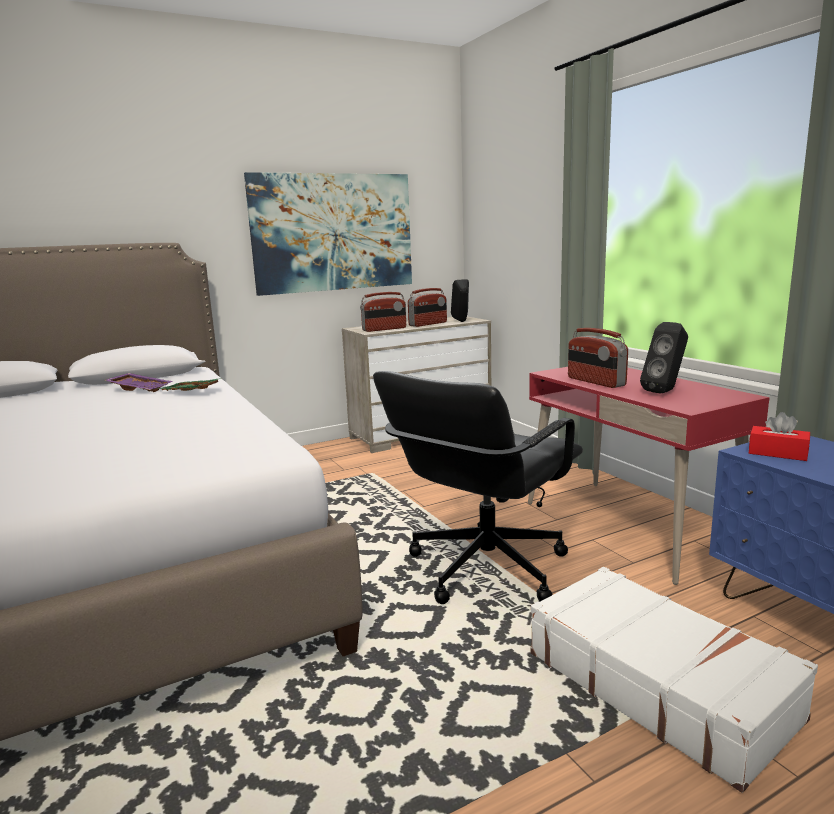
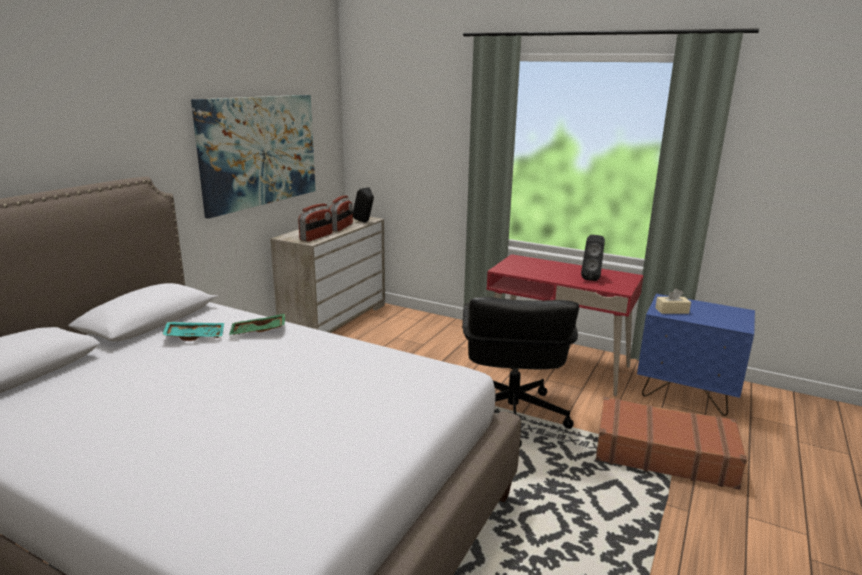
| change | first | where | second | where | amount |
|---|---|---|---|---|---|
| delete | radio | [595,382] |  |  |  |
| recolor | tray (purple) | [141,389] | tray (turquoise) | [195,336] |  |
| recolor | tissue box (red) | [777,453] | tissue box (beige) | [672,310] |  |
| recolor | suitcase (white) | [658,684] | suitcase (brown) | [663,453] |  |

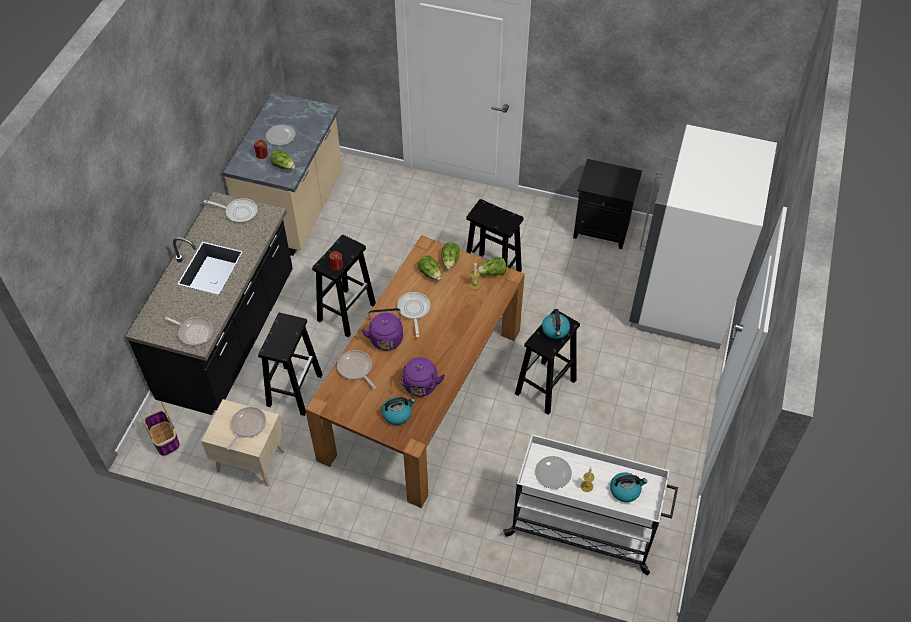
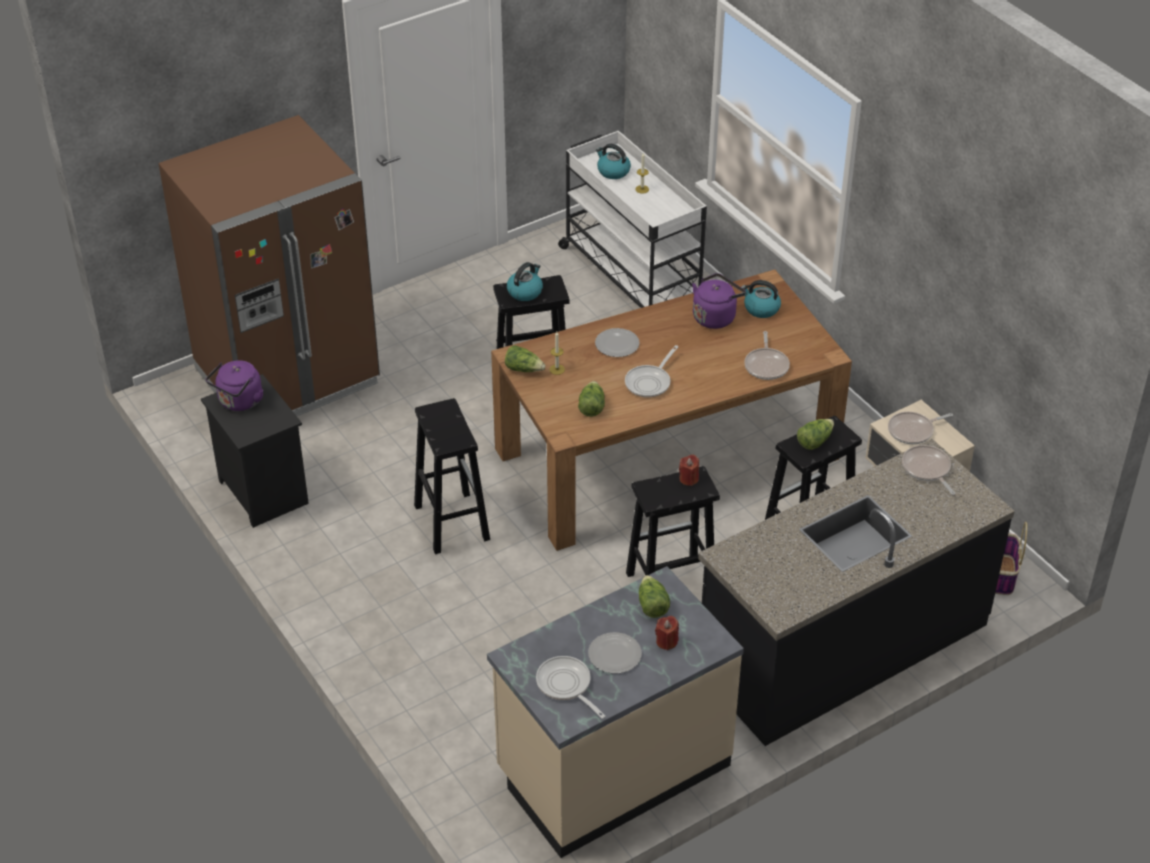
| change | first | where | second | where | amount |
|---|---|---|---|---|---|
| recolor | fridge (white) | [681,298] | fridge (brown) | [287,377] |  |
| move | frying pan | [239,212] |  | [566,686] |  |
| move | lettuce | [450,261] |  | [814,441] |  |
| move | kettle (purple) | [386,337] |  | [239,402] |  |
| move | plate | [553,473] |  | [616,344] |  |

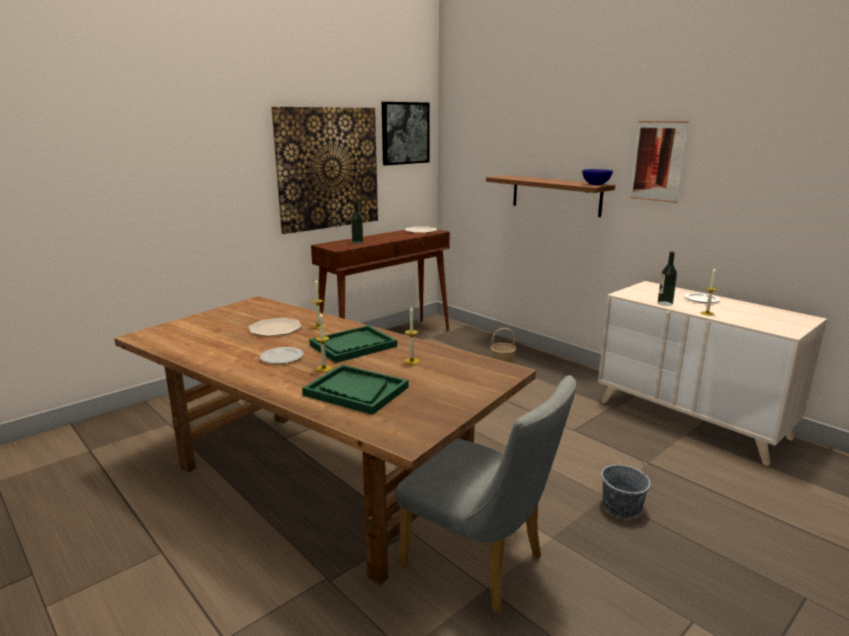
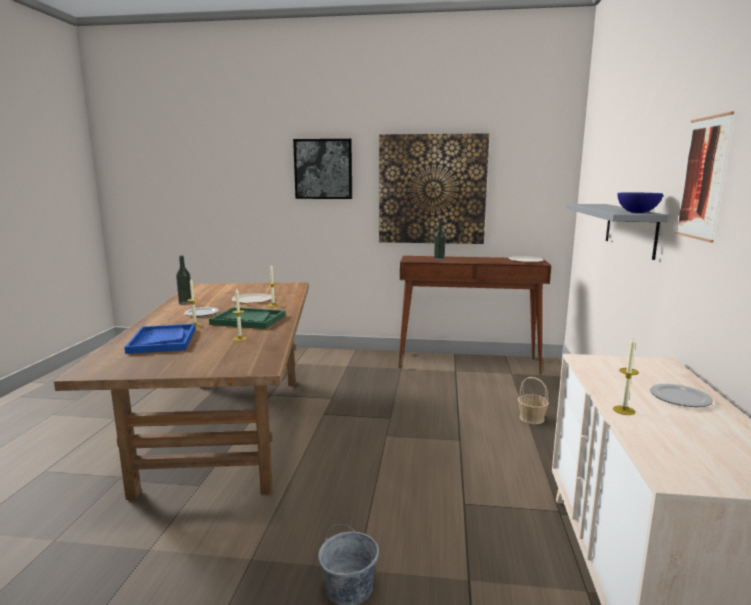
| change | first | where | second | where | amount |
|---|---|---|---|---|---|
| move | picture | [405,133] |  | [323,169] |  |
| recolor | shelf (brown) | [555,195] | shelf (grey) | [630,229] |  |
| move | bottle | [665,303] |  | [185,303] |  |
| recolor | tray (green) | [355,391] | tray (blue) | [162,340] |  |
| delete | chair (grey) | [482,565] |  |  |  |

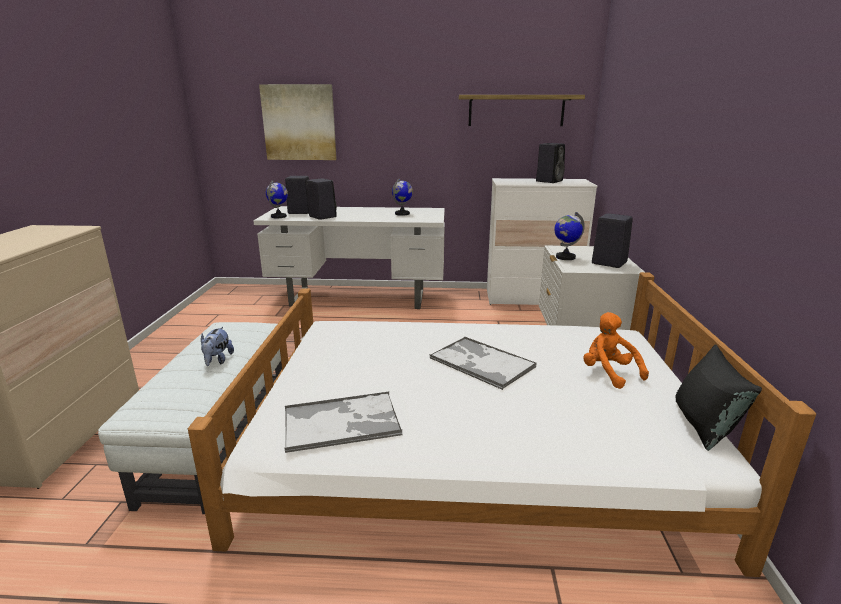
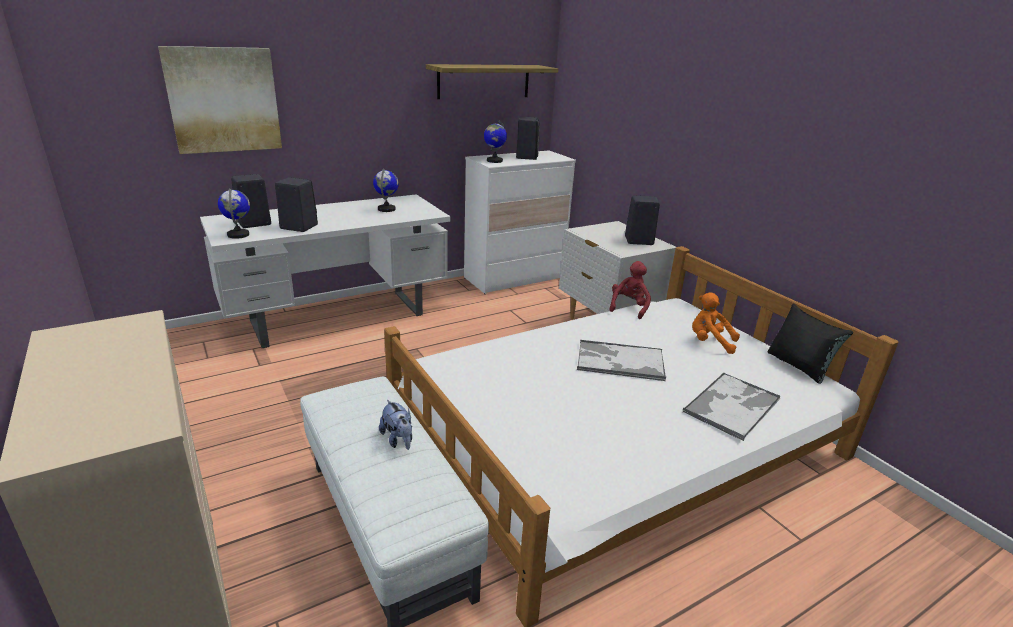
| change | first | where | second | where | amount |
|---|---|---|---|---|---|
| move | globe | [565,257] |  | [494,161] |  |
| move | tray | [342,422] |  | [732,405] |  |
| insert |  |  | plush toy (red) | [629,307] |  |

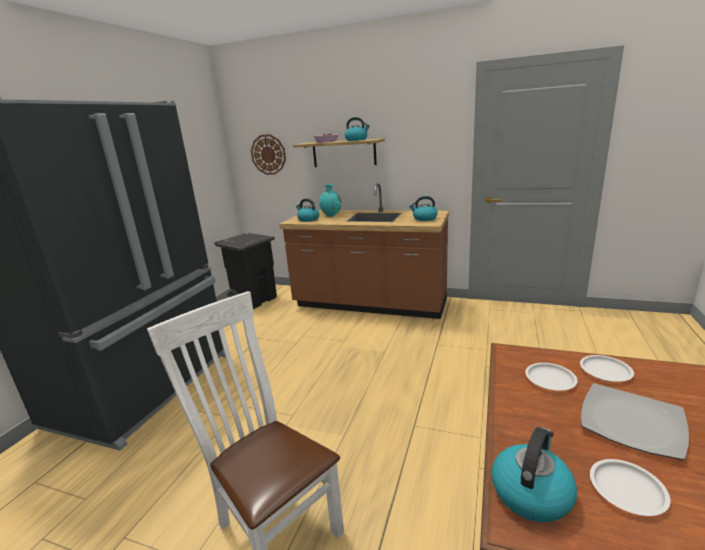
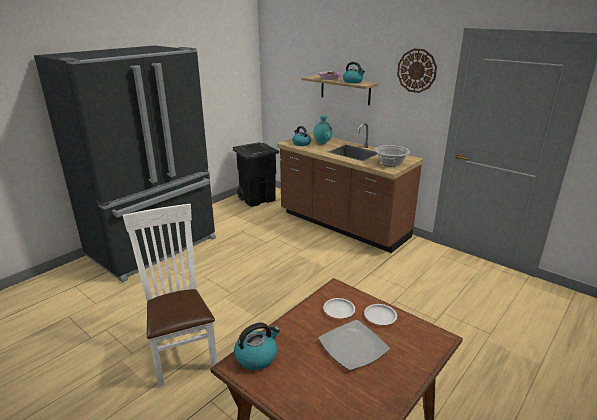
| change | first | where | second | where | amount |
|---|---|---|---|---|---|
| move | wall clock | [268,154] |  | [416,70] |  |
| replace | kettle | [424,219] | cooking pot | [391,163] |  |
| delete | plate (white) | [627,490] |  |  |  |

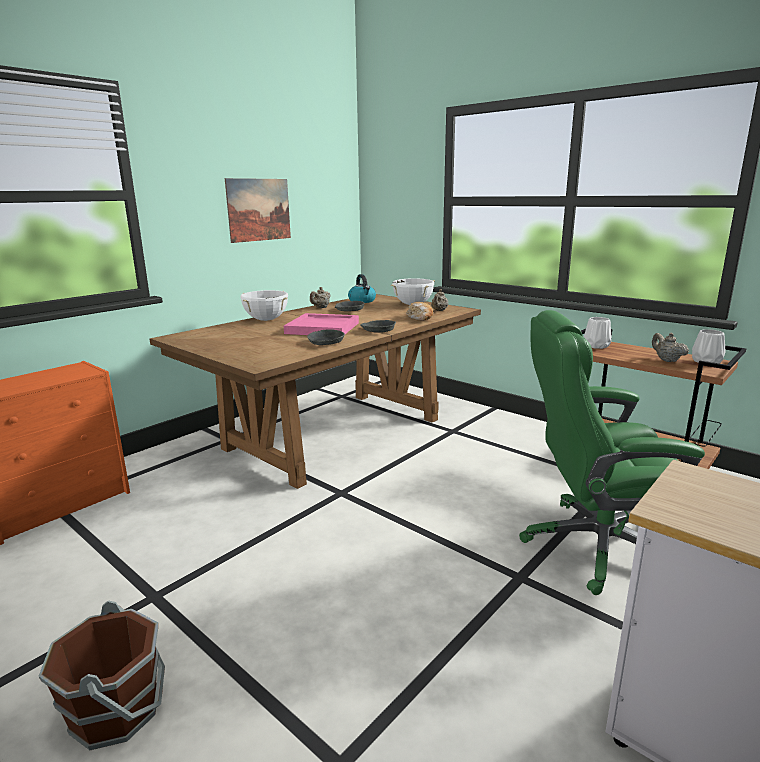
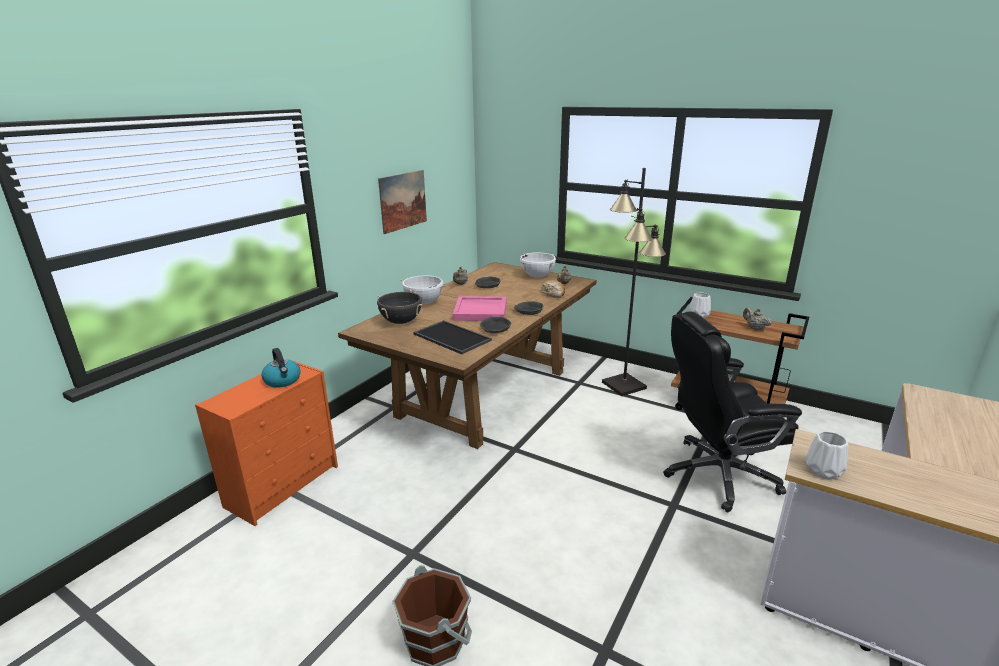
| change | first | where | second | where | amount |
|---|---|---|---|---|---|
| move | kettle | [362,301] |  | [283,381] |  |
| recolor | office chair (green) | [595,545] | office chair (black) | [717,474] |  |
| move | vase (white) | [707,362] |  | [824,471] |  |
| insert |  |  | floor lamp (black) | [624,385] |  |
| insert |  |  | cooking pot (black) | [401,322] |  |
| insert |  |  | tray | [450,337] |  |

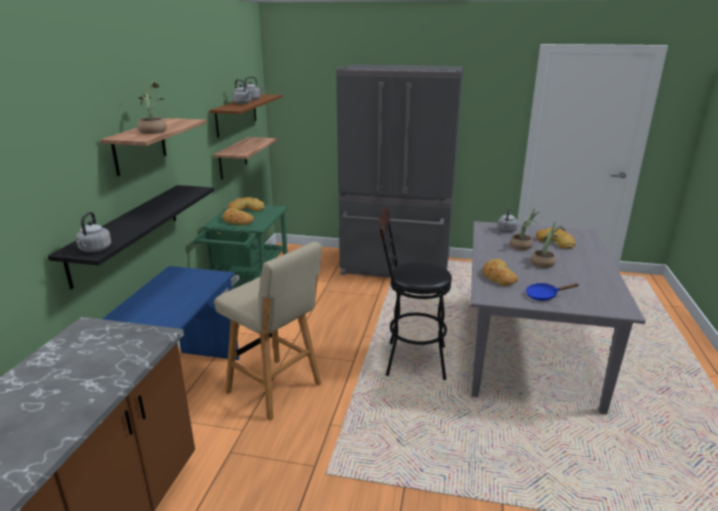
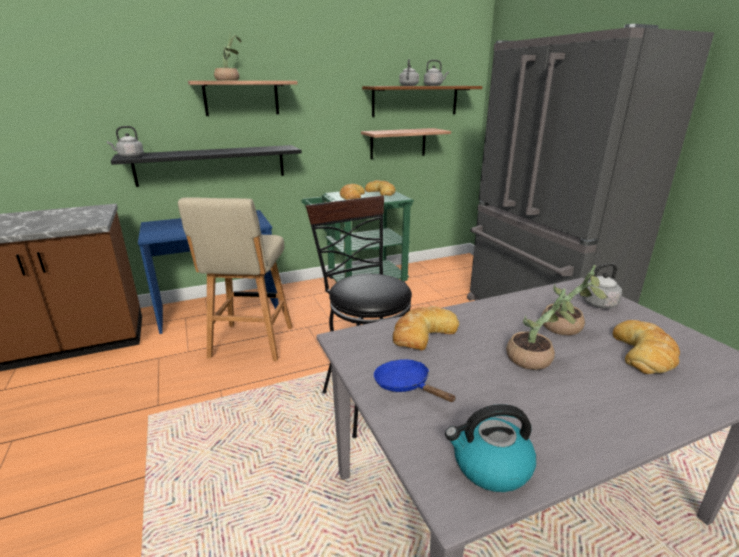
| change | first | where | second | where | amount |
|---|---|---|---|---|---|
| insert |  |  | kettle | [490,466] |  |

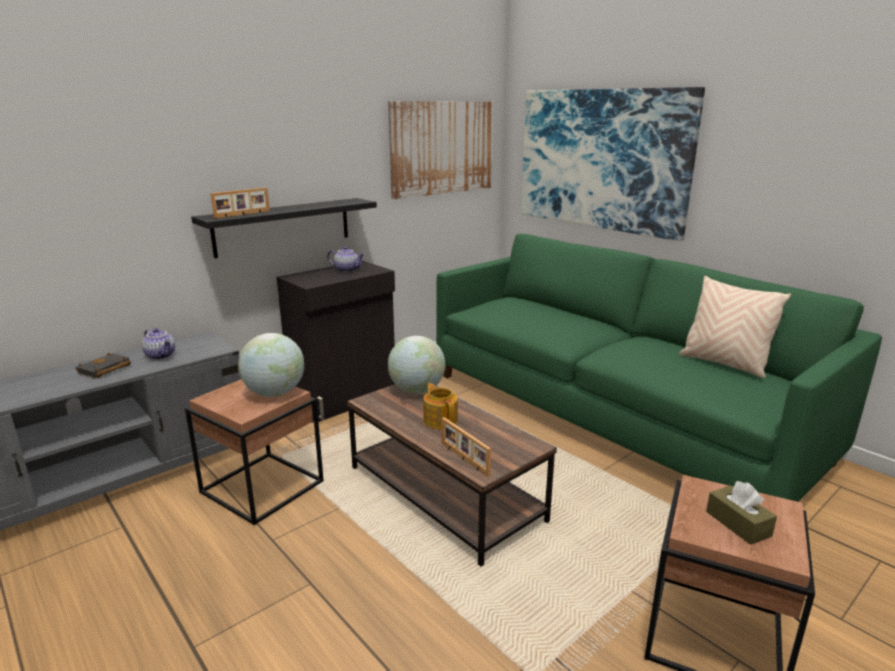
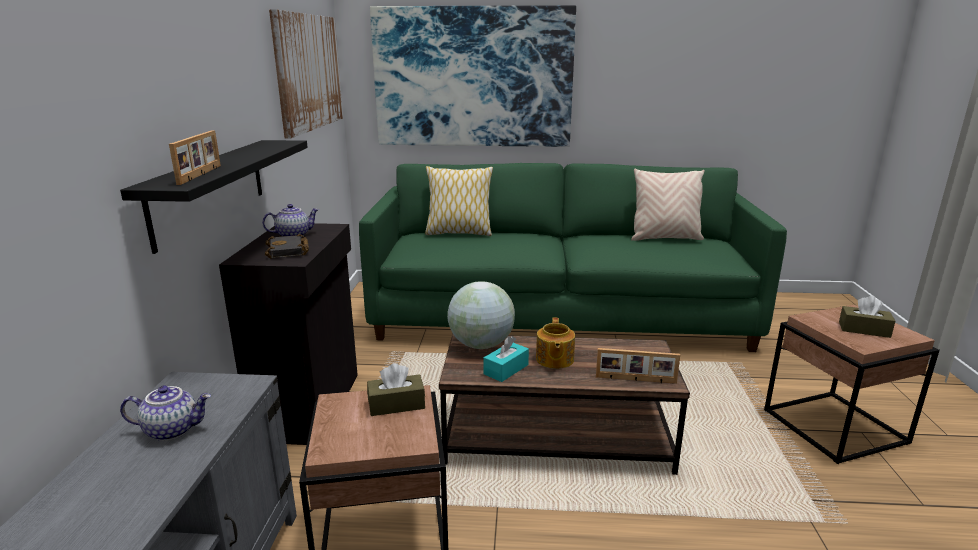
| change | first | where | second | where | amount |
|---|---|---|---|---|---|
| replace | globe | [274,393] | tissue box (brown) | [396,405] |  |
| move | book (black) | [104,370] |  | [289,251] |  |
| rotate | teapot | [440,420] |  | [554,360] | 105 degrees counterclockwise |
| insert |  |  | pillow | [459,233] |  |
| insert |  |  | tissue box (turquoise) | [506,369] |  |

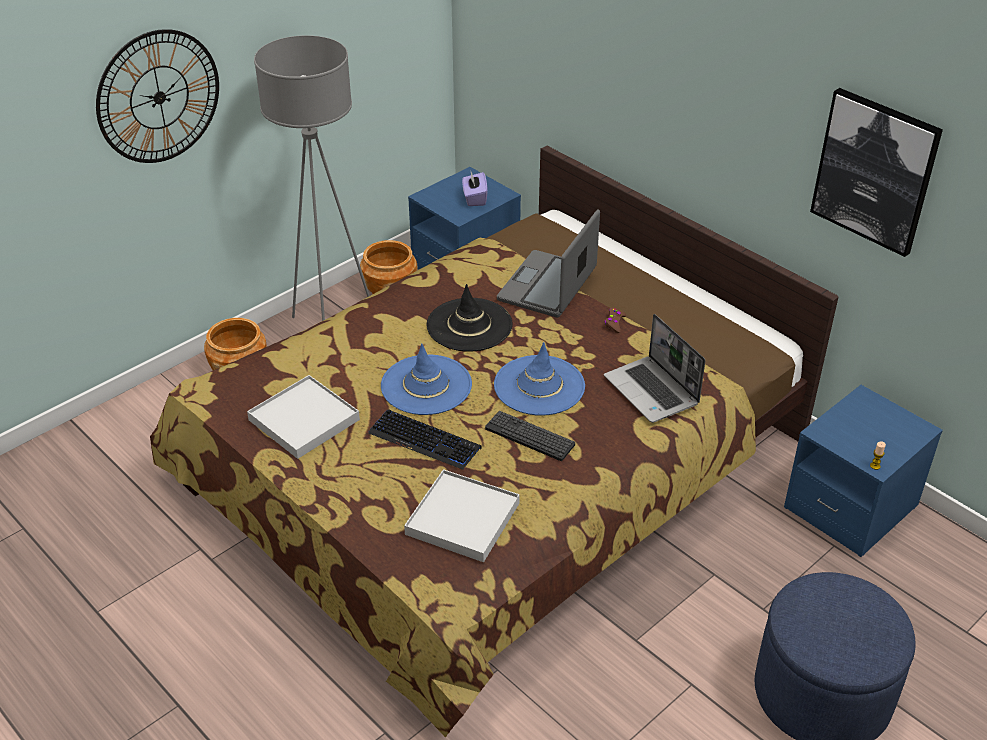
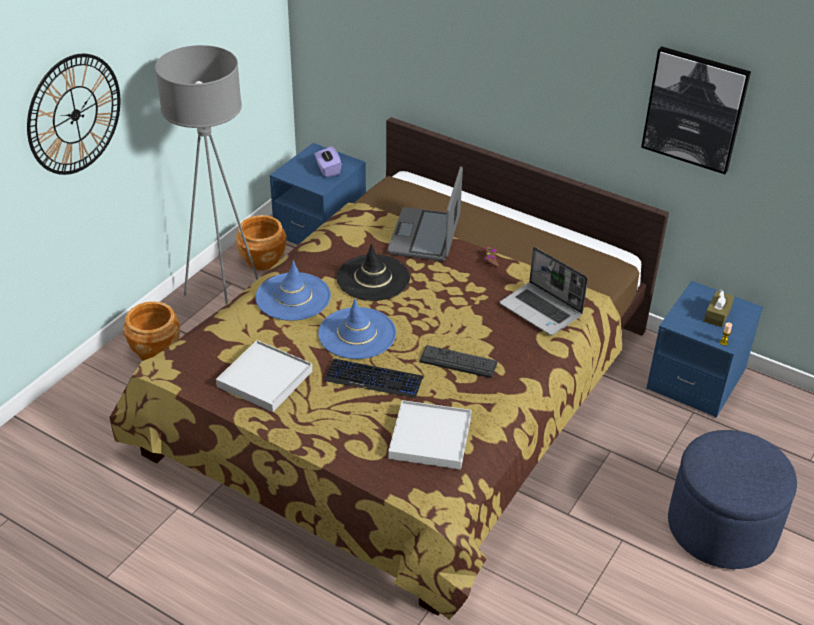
| change | first | where | second | where | amount |
|---|---|---|---|---|---|
| move | hat (blue) | [539,386] |  | [293,297] |  |
| insert |  |  | tissue box (brown) | [717,314] |  |

